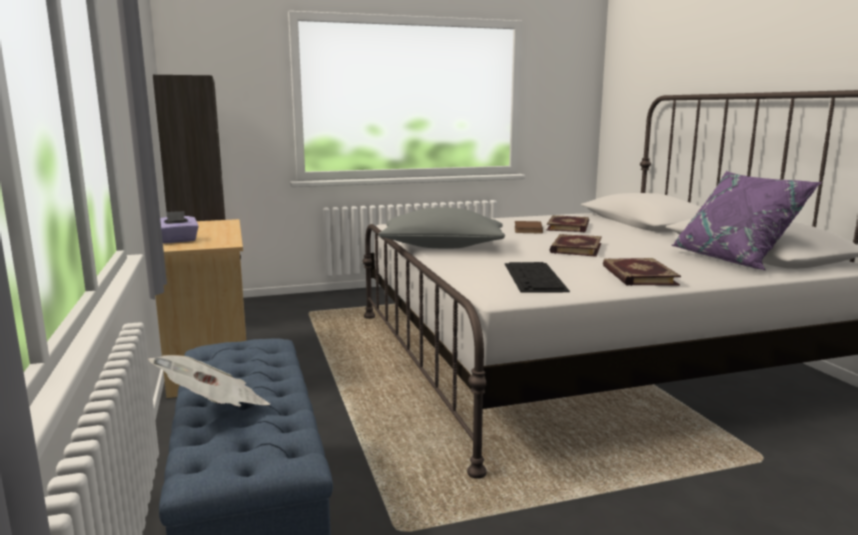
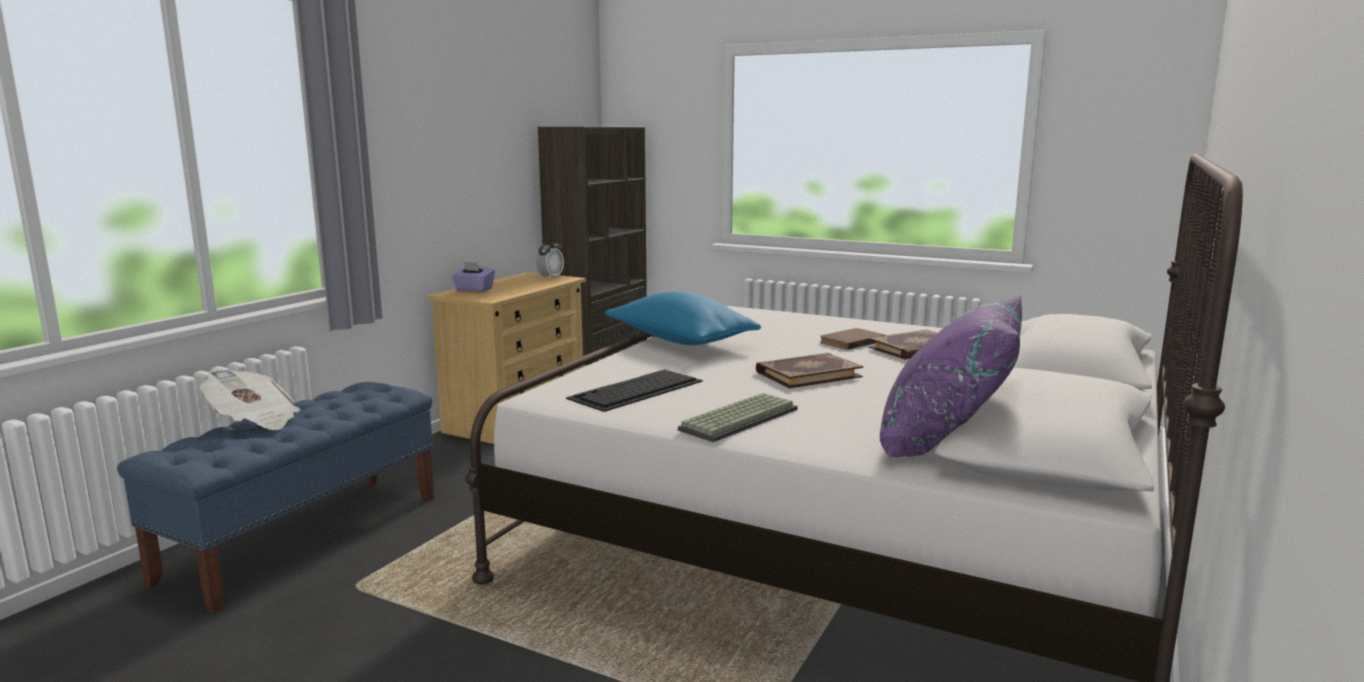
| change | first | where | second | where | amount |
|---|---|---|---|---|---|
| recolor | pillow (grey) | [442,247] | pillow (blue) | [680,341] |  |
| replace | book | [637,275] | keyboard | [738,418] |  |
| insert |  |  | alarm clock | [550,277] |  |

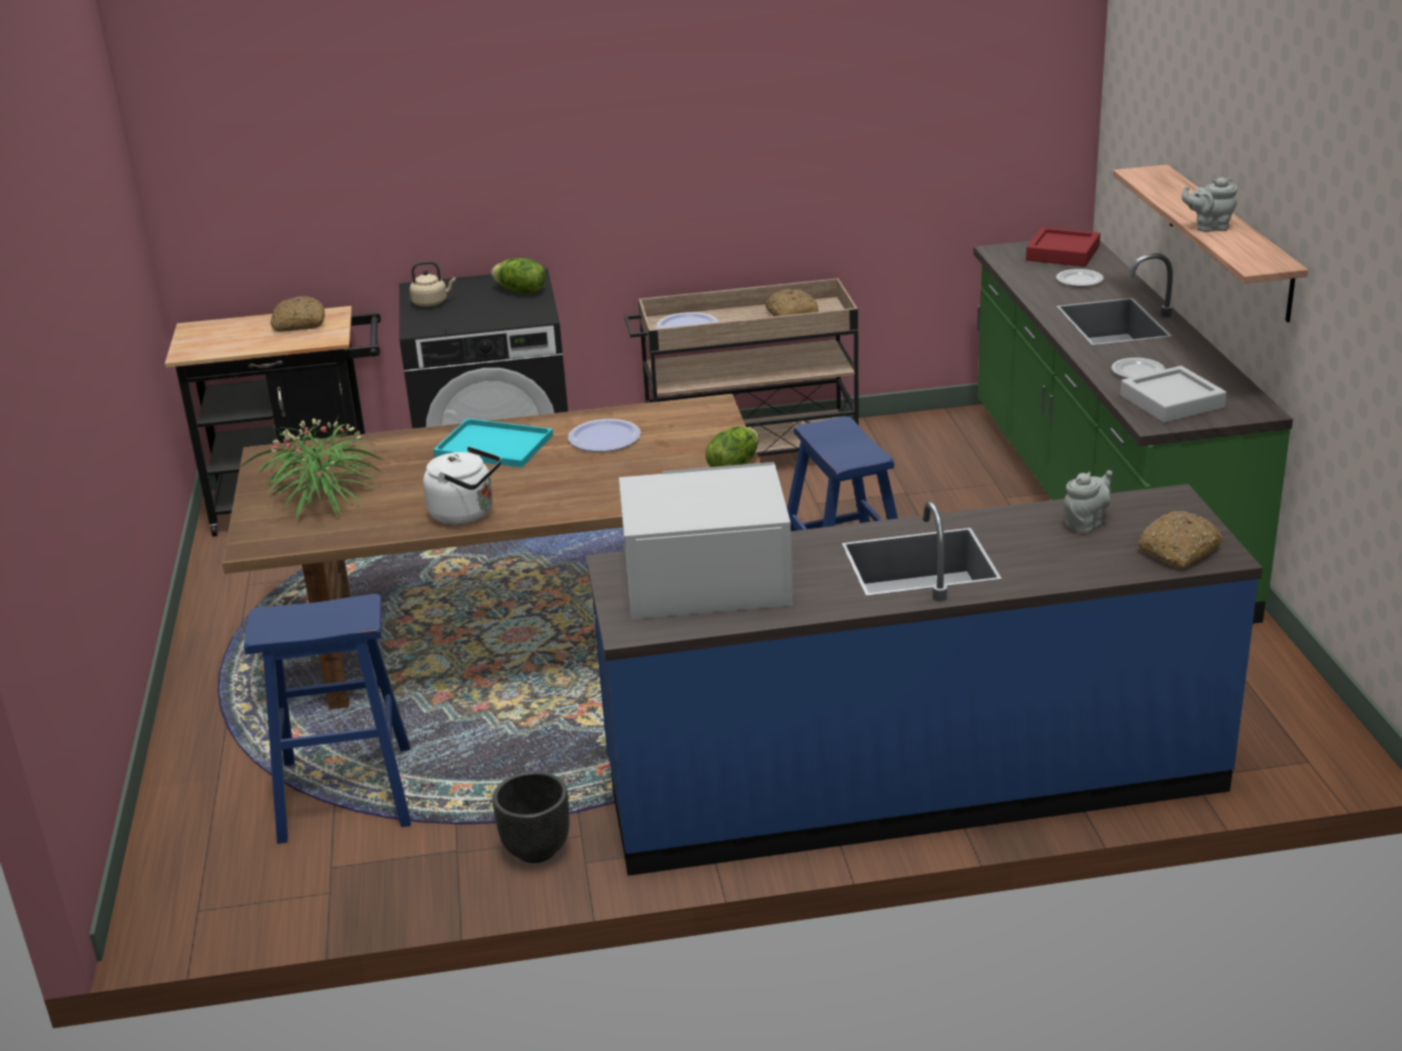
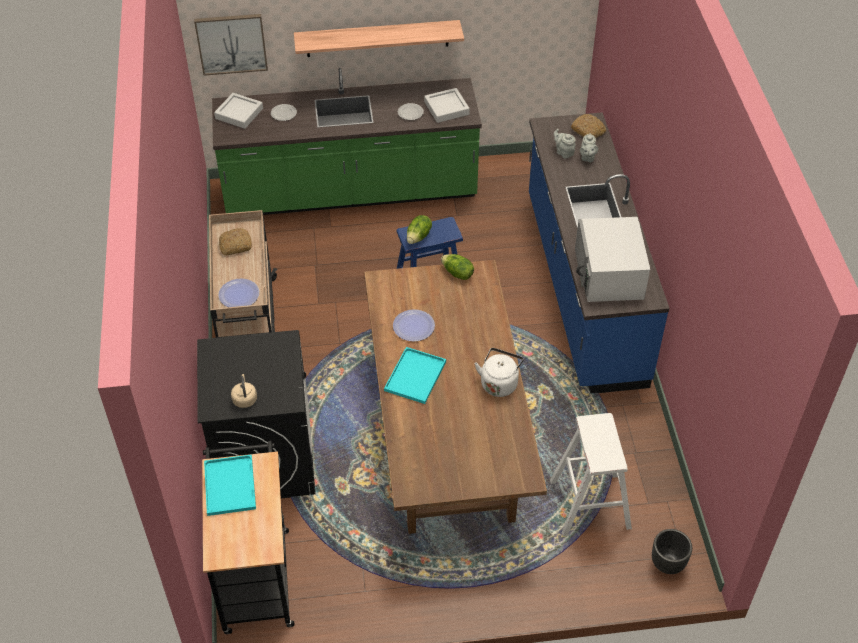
| change | first | where | second | where | amount |
|---|---|---|---|---|---|
| move | teapot (grey) | [1209,227] |  | [587,157] |  |
| recolor | tray (red) | [1062,253] | tray (grey) | [239,114] |  |
| move | lettuce | [520,291] |  | [419,237] |  |
| replace | bread | [299,324] | tray (turquoise) | [230,487] |  |
| delete | potted plant | [323,495] |  |  |  |
| recolor | stool (blue) | [345,793] | stool (white) | [590,504] |  |
| move | planter (black) | [535,850] |  | [667,564] |  |
| insert |  |  | picture | [231,43] |  |

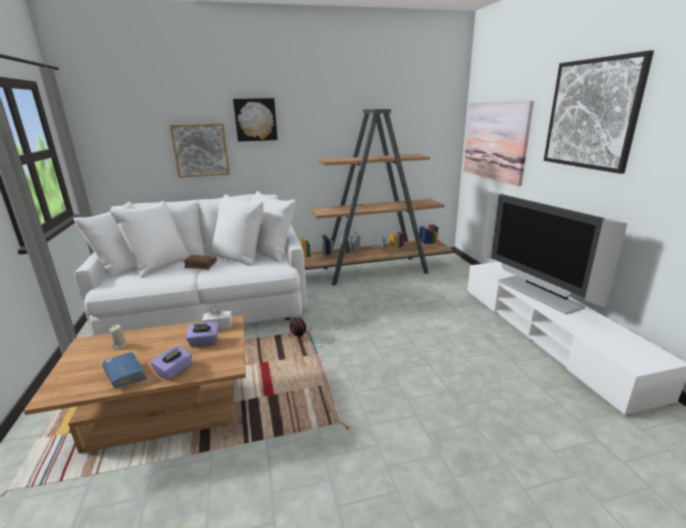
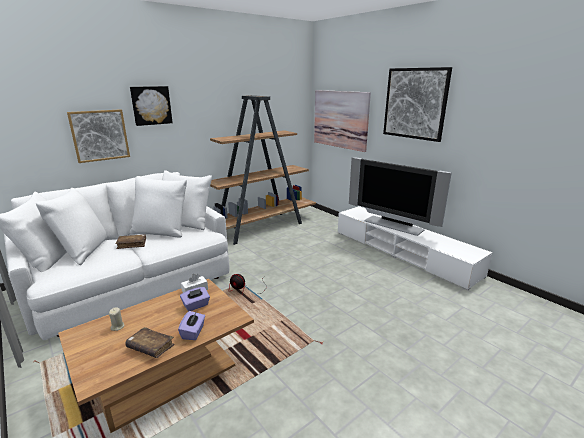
| change | first | where | second | where | amount |
|---|---|---|---|---|---|
| recolor | book (blue) | [125,375] | book (brown) | [150,347] |  |

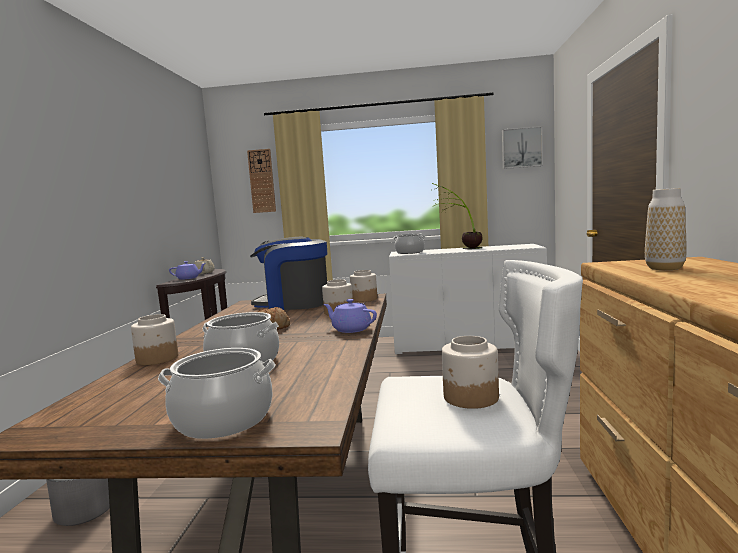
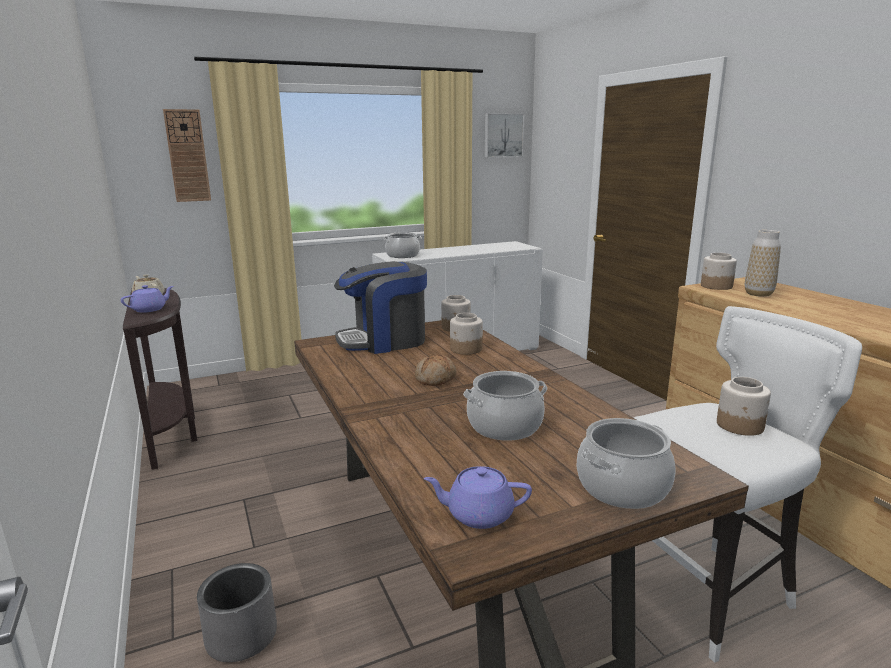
| change | first | where | second | where | amount |
|---|---|---|---|---|---|
| delete | potted plant | [460,248] |  |  |  |
| move | teapot (purple) | [351,329] |  | [478,514] |  |
| move | jar | [156,359] |  | [716,286] |  |

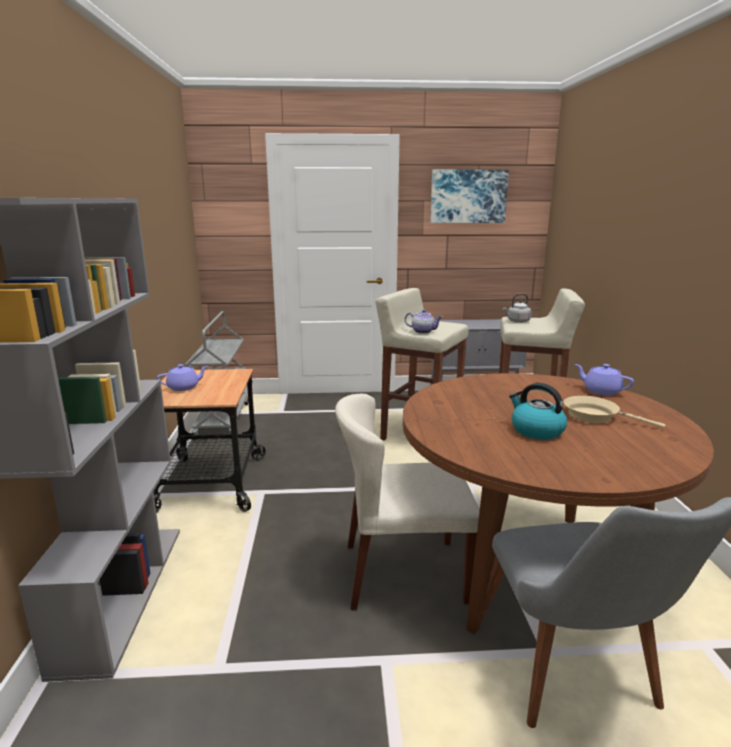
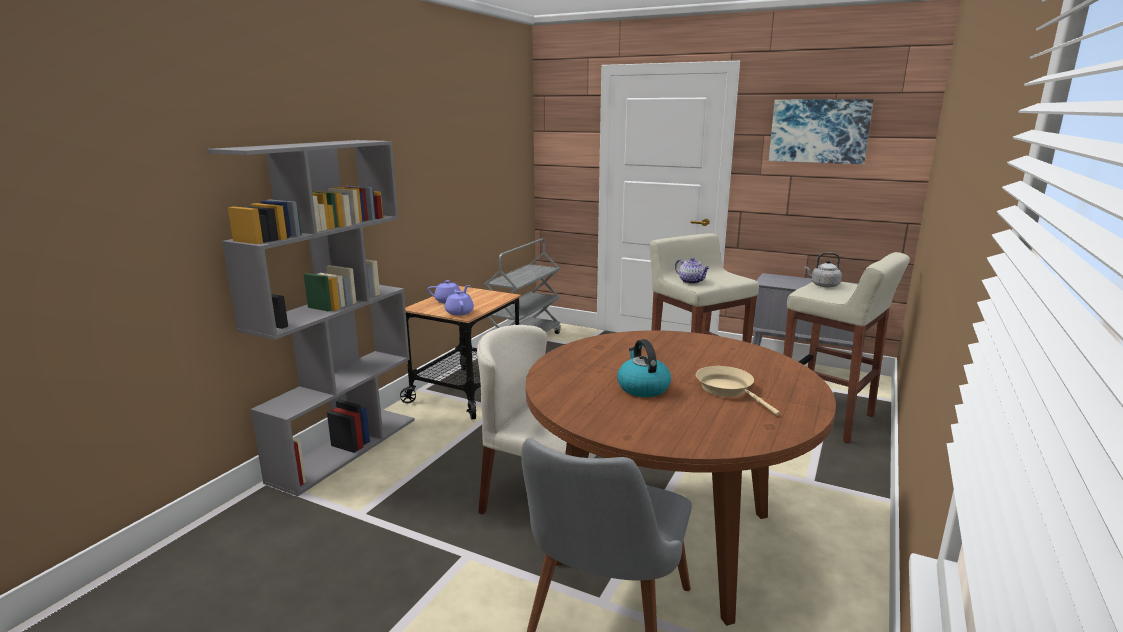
| change | first | where | second | where | amount |
|---|---|---|---|---|---|
| move | teapot (purple) | [601,391] |  | [459,312] |  |

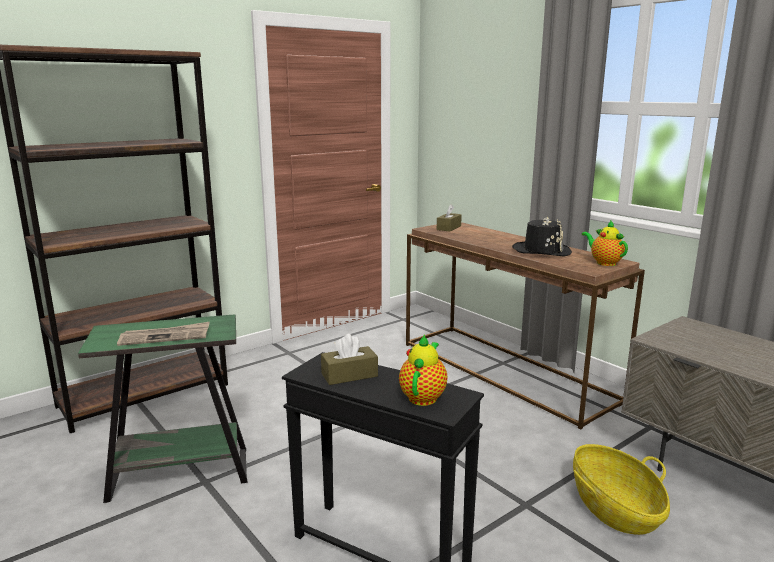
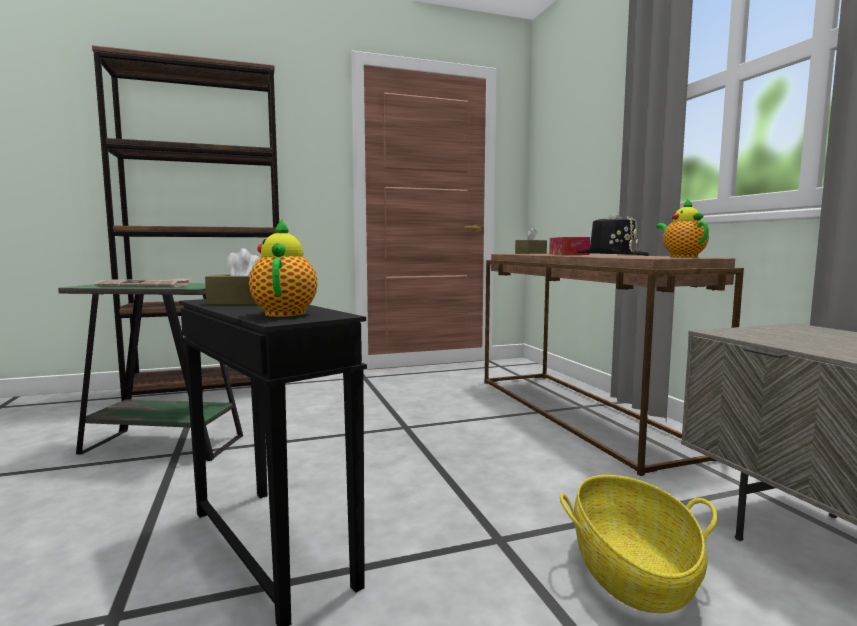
| change | first | where | second | where | amount |
|---|---|---|---|---|---|
| rotate | teapot | [423,396] |  | [285,313] | 45 degrees counterclockwise |
| insert |  |  | tissue box | [568,254] |  |

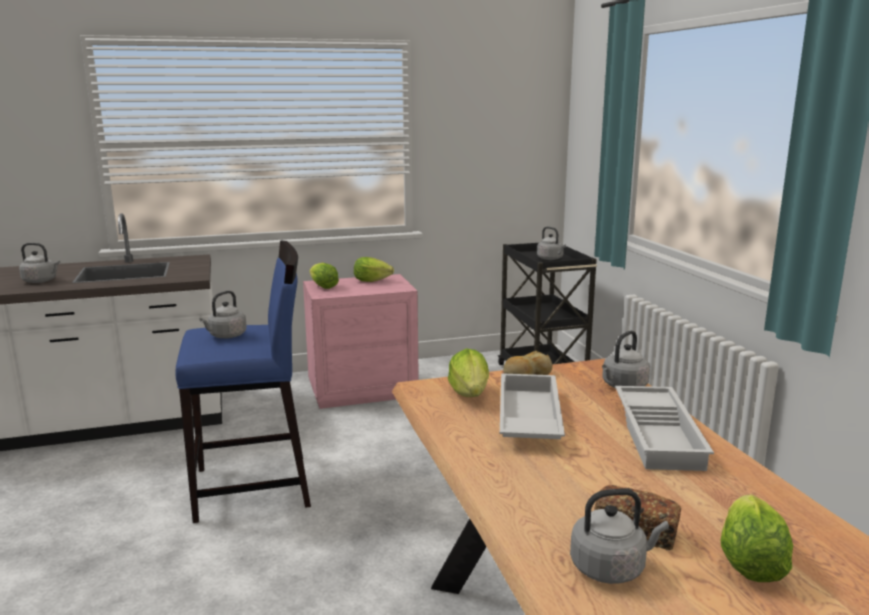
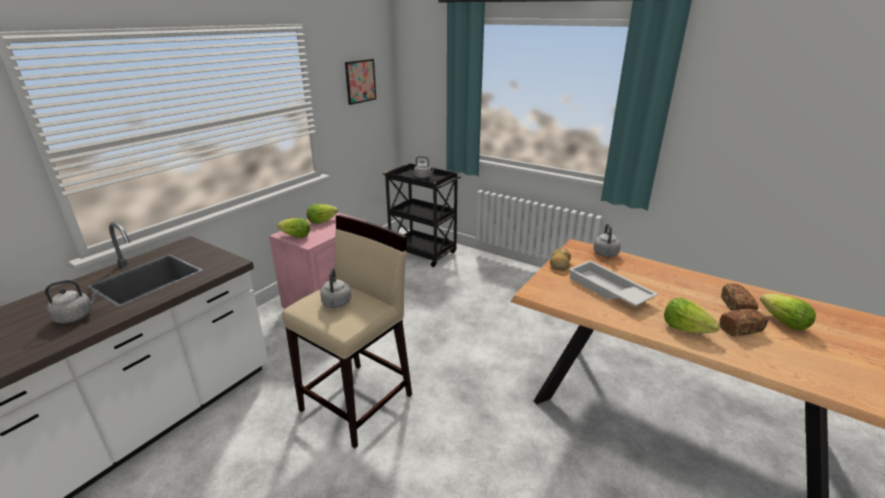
| change | first | where | second | where | amount |
|---|---|---|---|---|---|
| recolor | stool (blue) | [254,487] | stool (beige) | [358,402] |  |
| move | lettuce | [470,394] |  | [685,328] |  |
| delete | tray (white) | [660,435] |  |  |  |
| delete | kettle (grey) | [611,568] |  |  |  |
| insert |  |  | picture | [360,81] |  |
| insert |  |  | bread | [736,307] |  |

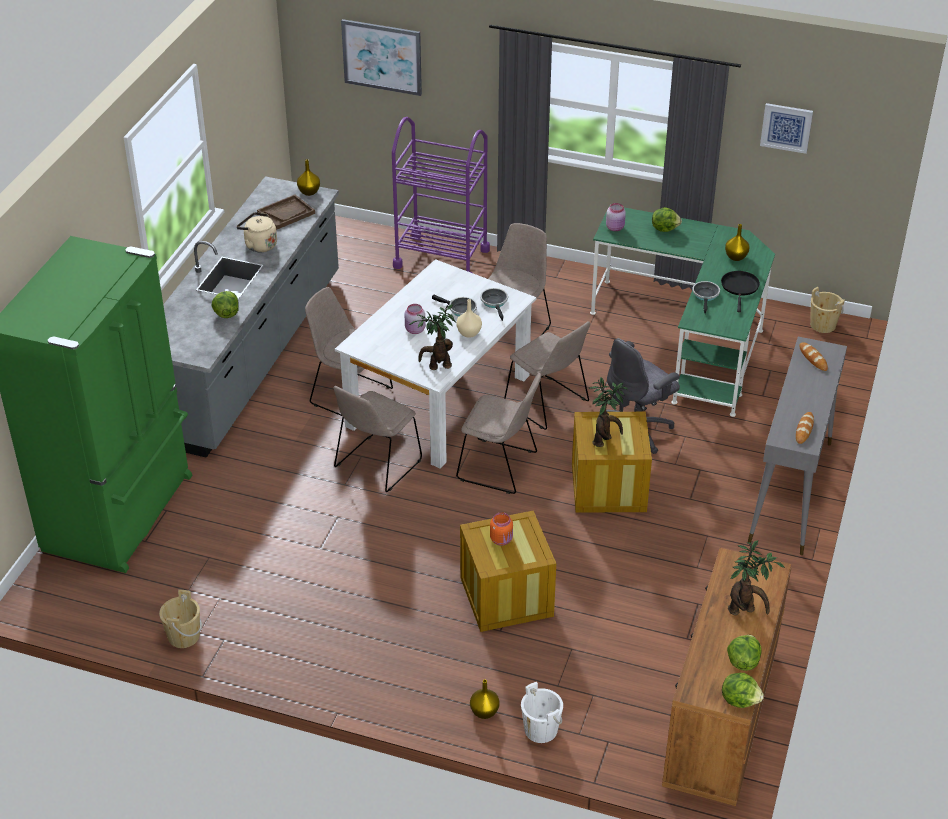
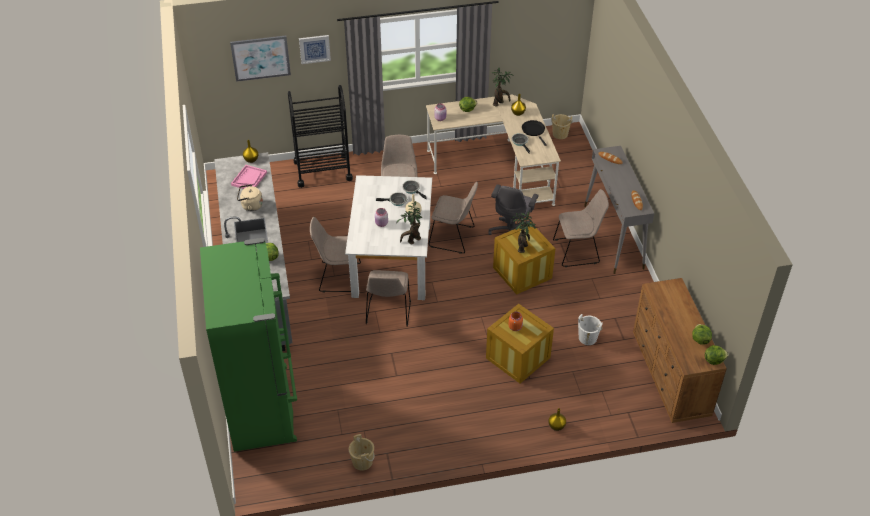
| change | first | where | second | where | amount |
|---|---|---|---|---|---|
| move | picture | [786,127] |  | [314,49] |  |
| recolor | cart (purple) | [441,258] | cart (black) | [323,170] |  |
| recolor | tray (brown) | [286,213] | tray (pink) | [249,179] |  |
| recolor | desk (green) | [690,337] | desk (beige) | [498,167] |  |
| move | chair (beige) | [500,467] |  | [578,251] |  |
| move | potted plant | [745,610] |  | [500,103] |  |
| move | bucket (white) | [541,730] |  | [587,338] |  |

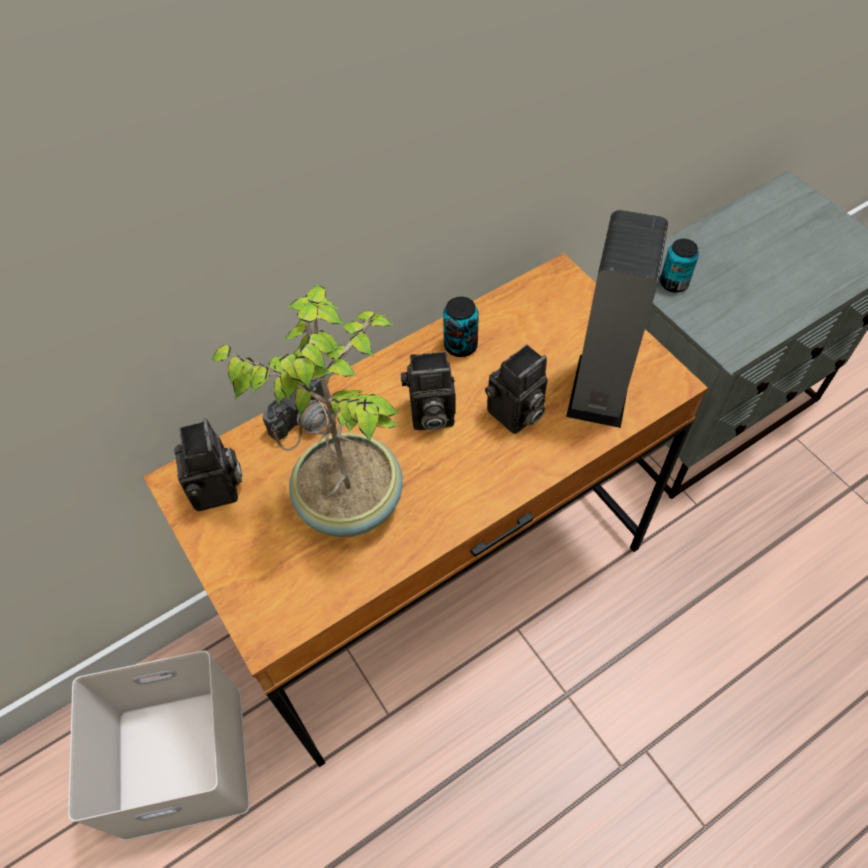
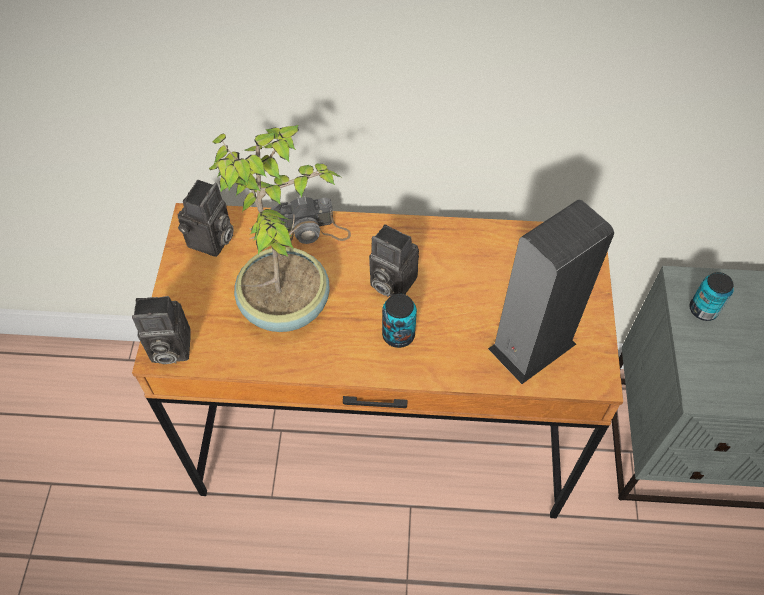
| change | first | where | second | where | amount |
|---|---|---|---|---|---|
| move | can | [460,345] |  | [398,335] |  |
| move | photo camera | [515,415] |  | [168,349] |  |
| delete | storage box (white) | [185,757] |  |  |  |

